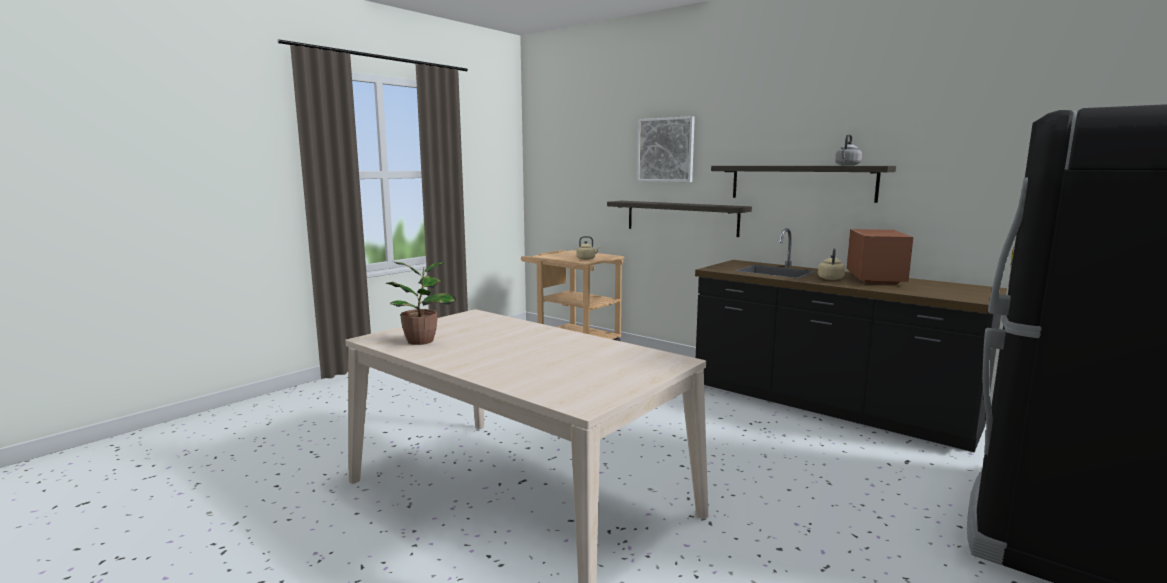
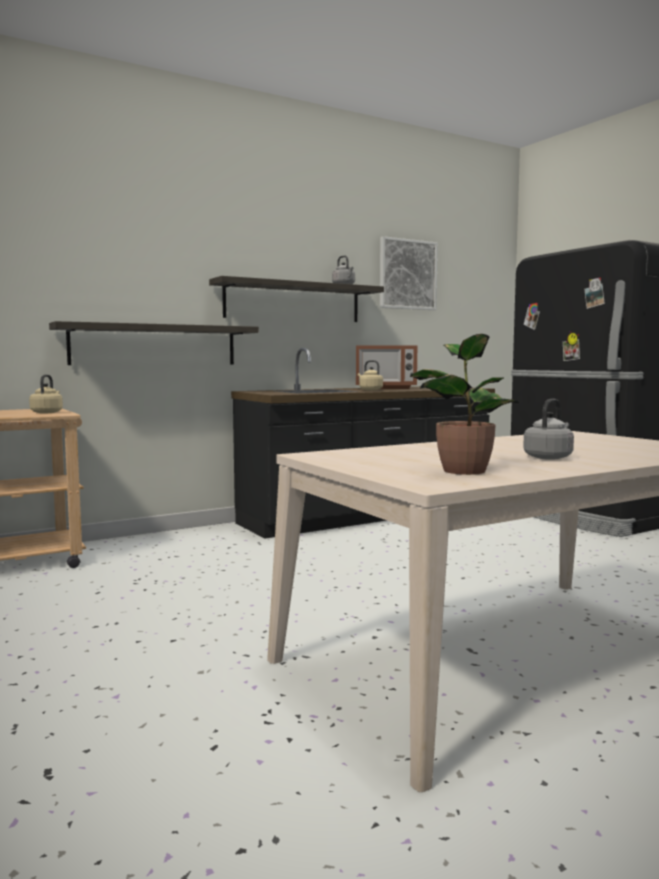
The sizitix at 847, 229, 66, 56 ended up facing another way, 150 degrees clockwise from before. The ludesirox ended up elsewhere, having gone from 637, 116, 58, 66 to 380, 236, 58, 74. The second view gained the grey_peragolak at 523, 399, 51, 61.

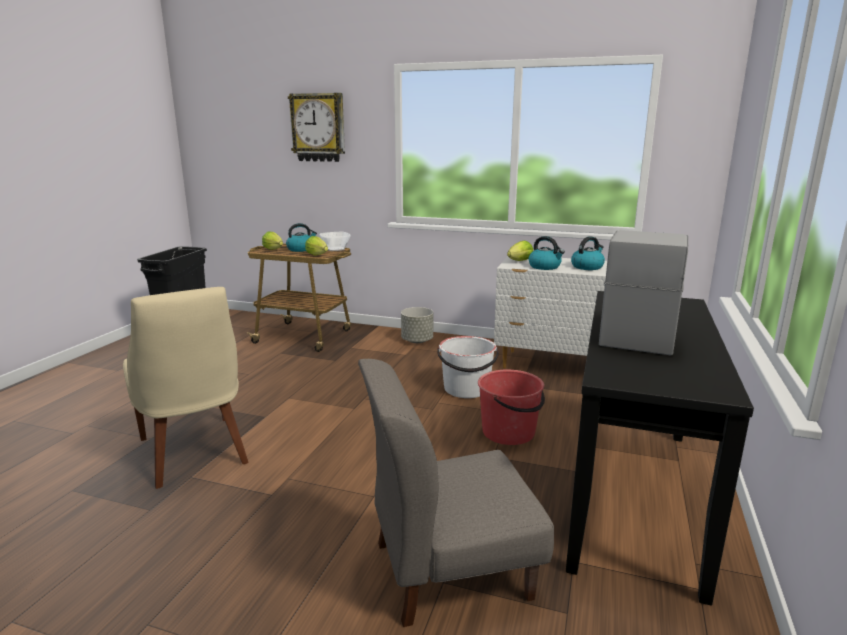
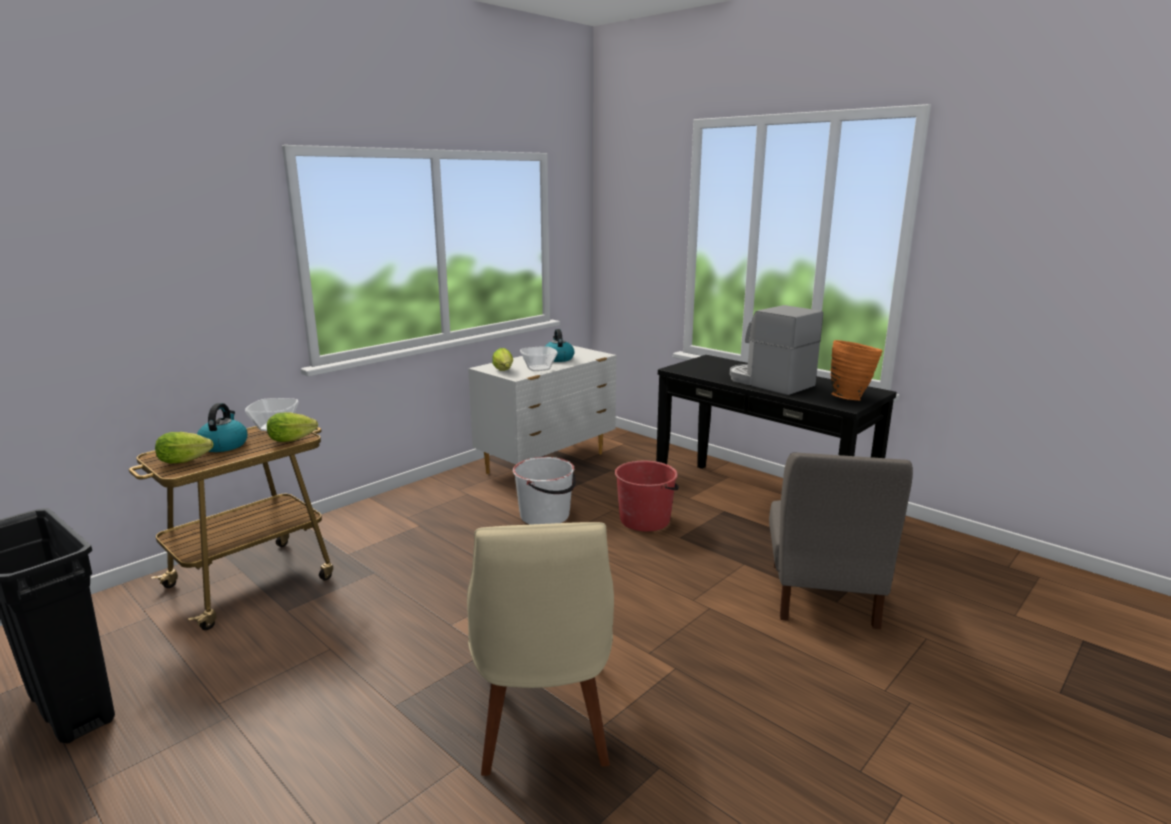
The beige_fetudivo at 123, 287, 126, 202 ended up facing another way, 90 degrees clockwise from before. Where the peragolak stood at 528, 236, 37, 34, the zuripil came to stand at 520, 346, 38, 25. The second view gained the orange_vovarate at 830, 340, 53, 60. The second view lost the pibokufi at 288, 93, 57, 69. The second view lost the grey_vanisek at 401, 307, 32, 36.

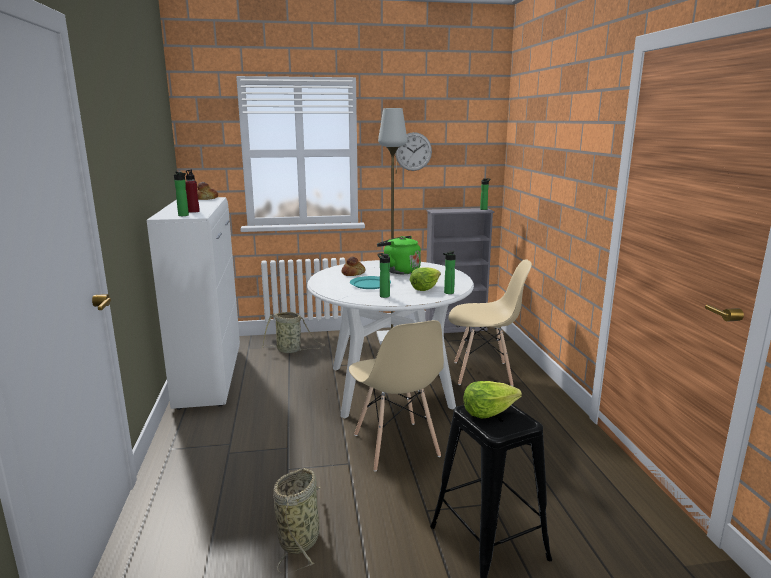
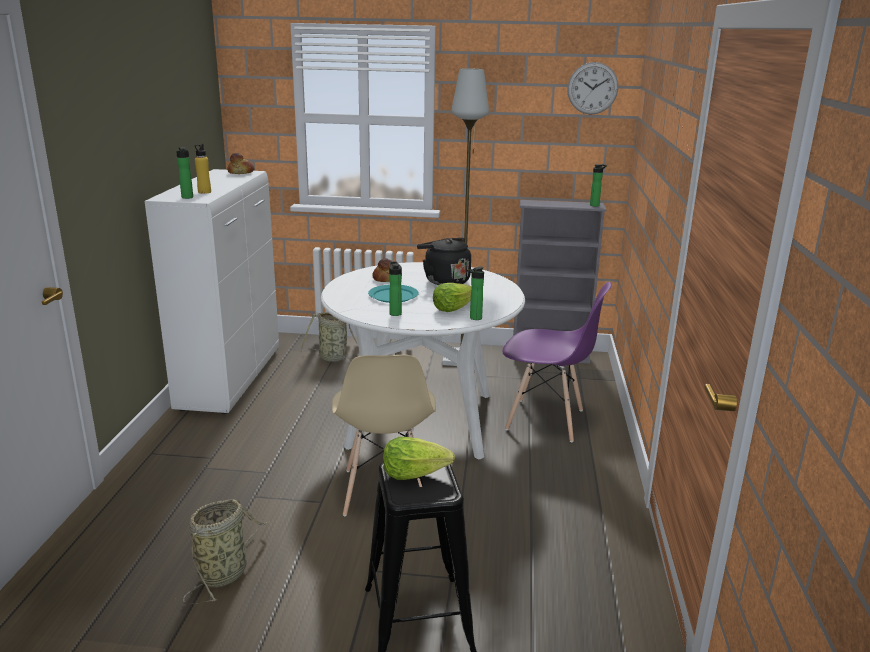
What was the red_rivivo at 185, 169, 15, 44 turned into the yellow_rivivo at 195, 144, 16, 50. What was the green_peragolak at 377, 236, 44, 38 turned into the black_peragolak at 417, 238, 54, 47. What was the beige_fetudivo at 448, 259, 84, 127 turned into the purple_fetudivo at 502, 282, 109, 160. The pibokufi ended up elsewhere, having gone from 395, 132, 37, 39 to 567, 62, 51, 53.

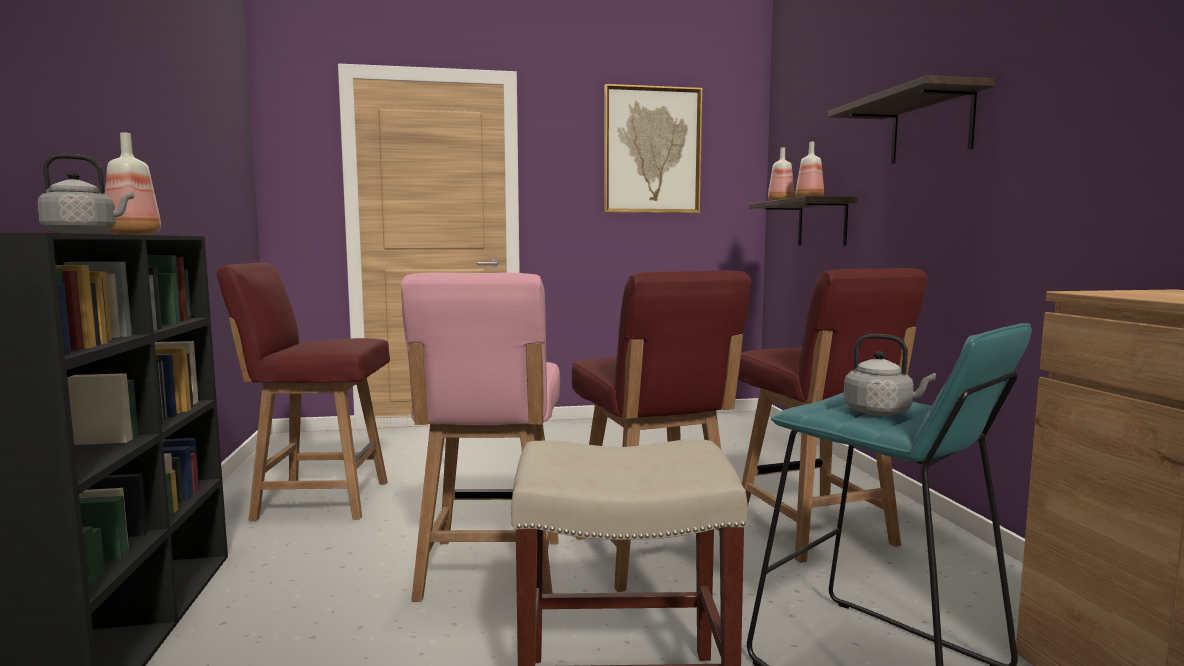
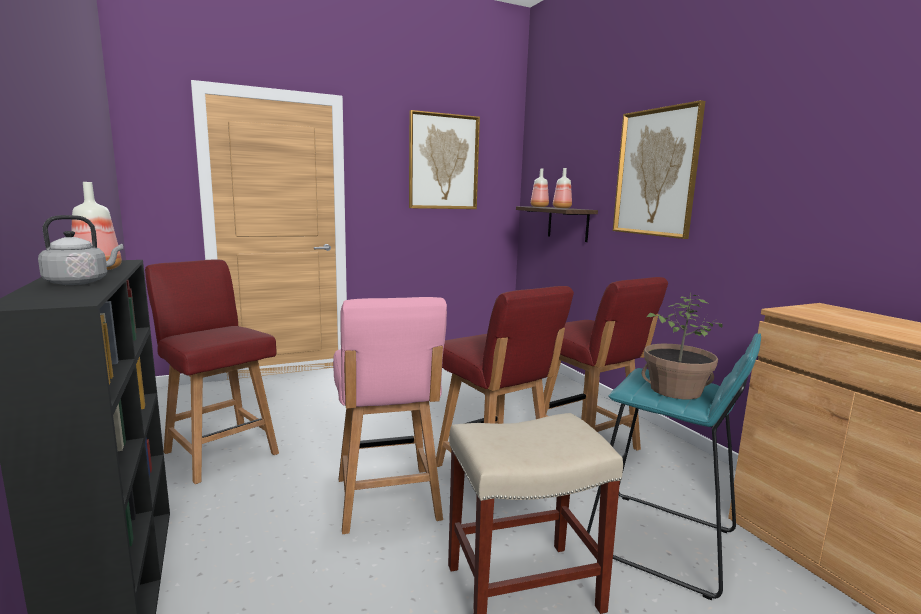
The red_fetudivo at 217, 263, 173, 258 ended up facing another way, 60 degrees clockwise from before. Where the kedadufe hung at 828, 75, 167, 89, the ludesirox came to hang at 613, 100, 92, 139. Where the grey_peragolak stood at 843, 334, 93, 82, the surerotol came to stand at 642, 293, 80, 106.

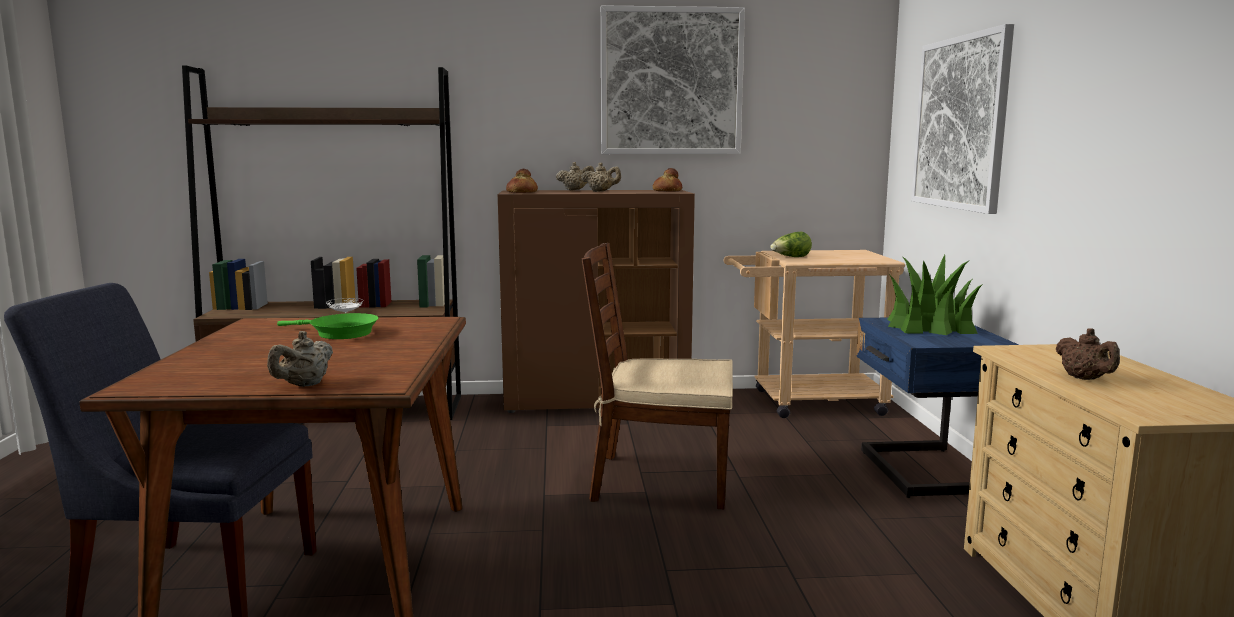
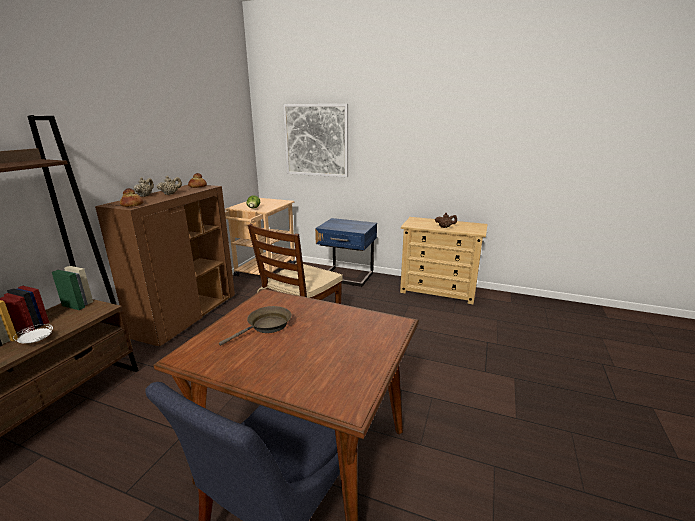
What was the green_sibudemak at 277, 313, 102, 26 turned into the brown_sibudemak at 219, 306, 73, 40. The second view lost the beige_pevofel at 267, 331, 66, 56. The second view lost the ludesirox at 601, 5, 144, 149. The second view lost the surerotol at 887, 255, 96, 80.

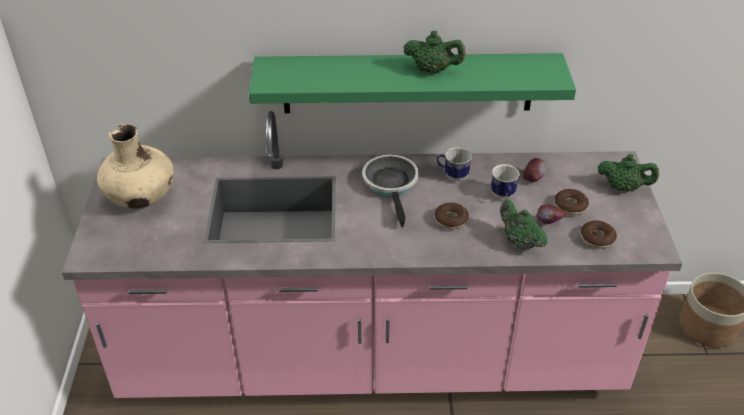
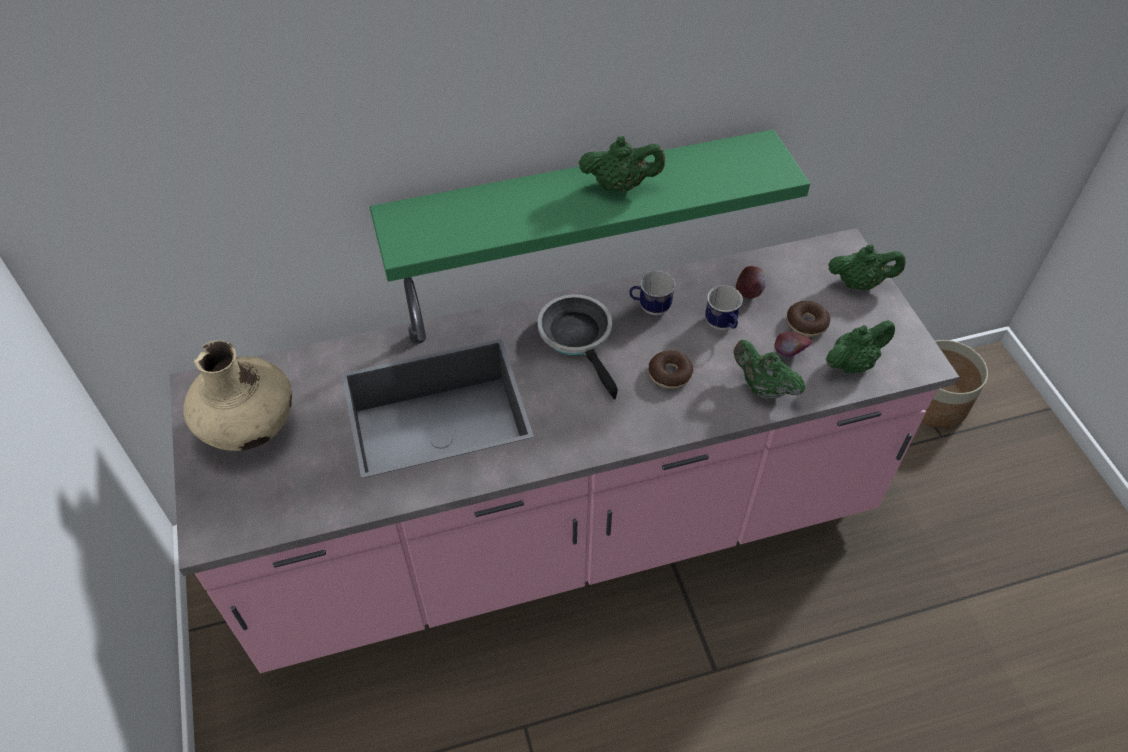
Where the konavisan stood at 580, 220, 37, 28, the green_pevofel came to stand at 826, 320, 69, 53.

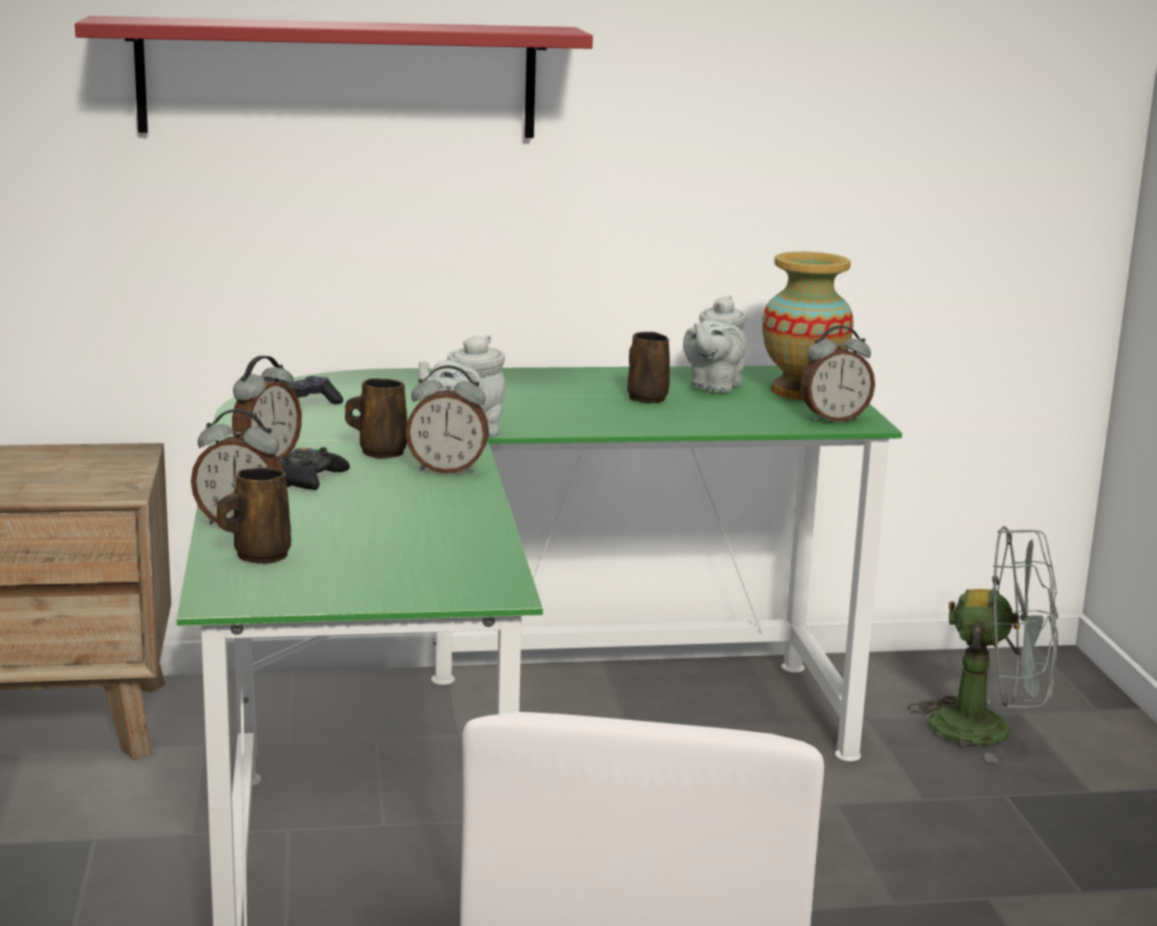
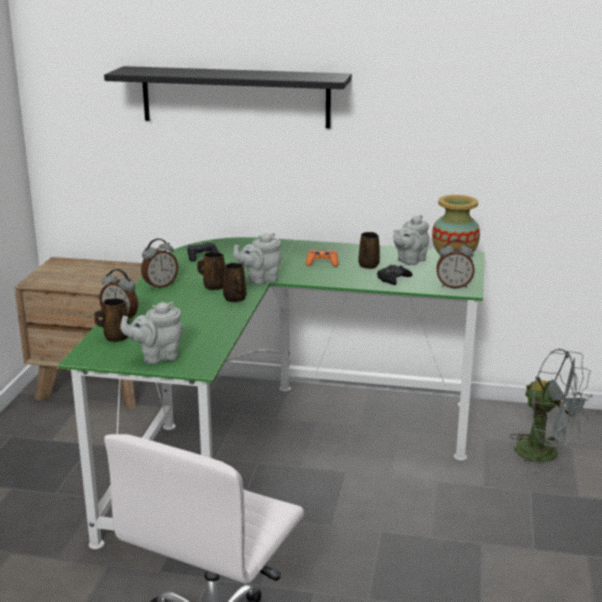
What was the red_kedadufe at 75, 16, 518, 122 turned into the black_kedadufe at 104, 66, 248, 62. The second view gained the grey_pevofel at 120, 302, 63, 62. Where the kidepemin stood at 406, 365, 83, 109, the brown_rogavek came to stand at 223, 263, 23, 39. The second view gained the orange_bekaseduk at 306, 250, 32, 17. The black_bekaseduk ended up elsewhere, having gone from 279, 447, 71, 43 to 377, 265, 35, 20.

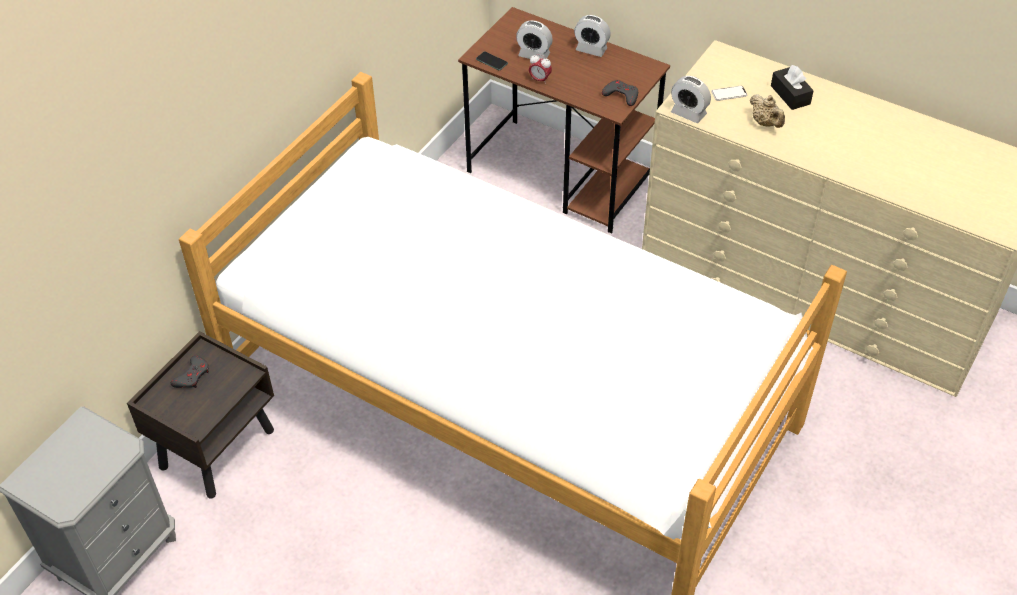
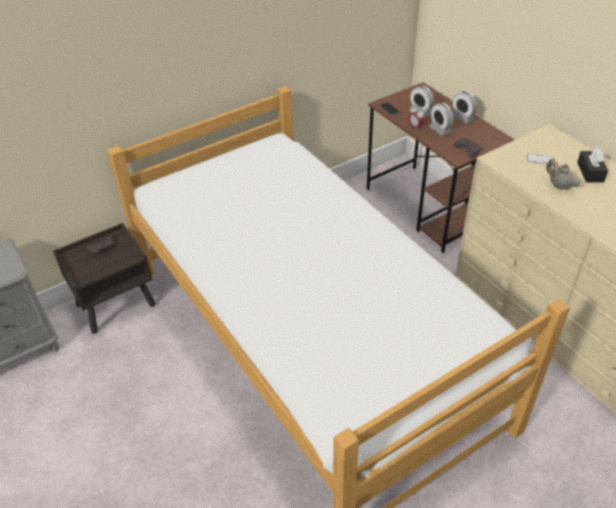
The kidepemin ended up elsewhere, having gone from 671, 76, 40, 47 to 429, 103, 25, 33. The beige_pevofel at 750, 94, 35, 34 ended up facing another way, 150 degrees clockwise from before.

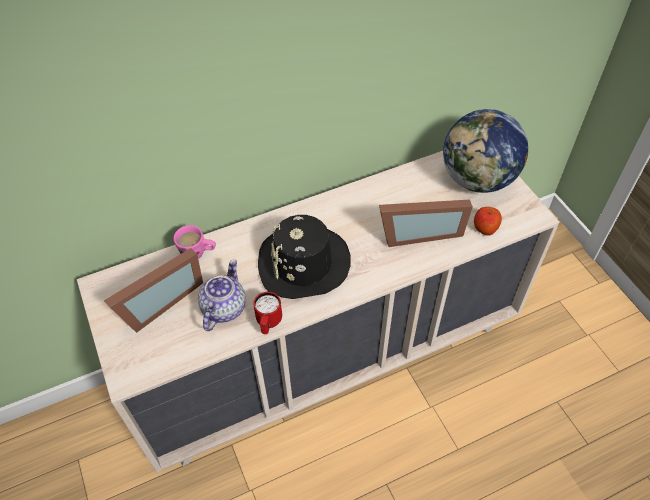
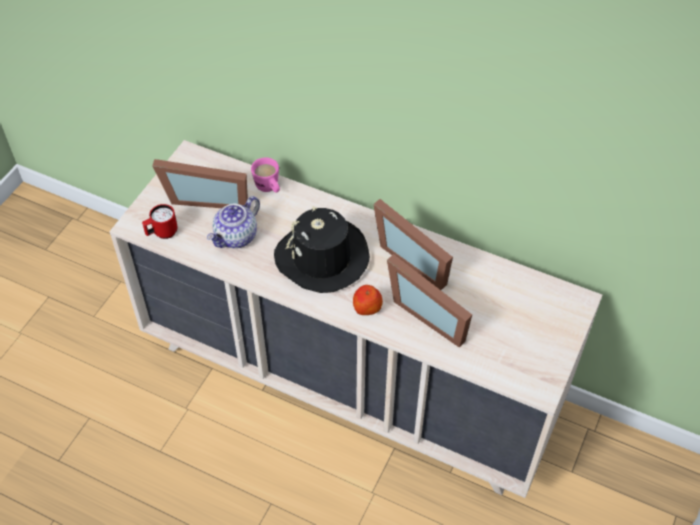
The red_rogavek ended up elsewhere, having gone from 253, 292, 29, 42 to 142, 204, 36, 35. The pevofel at 198, 259, 48, 72 ended up facing another way, 150 degrees clockwise from before. The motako ended up elsewhere, having gone from 474, 207, 28, 29 to 353, 285, 30, 30. The second view gained the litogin at 373, 199, 80, 91. The second view lost the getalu at 443, 109, 85, 84.

